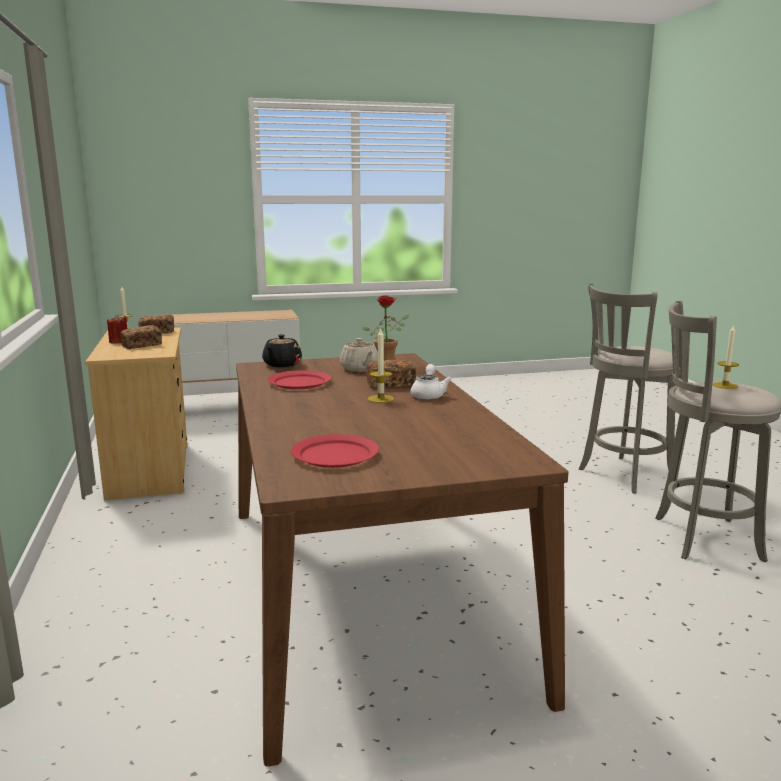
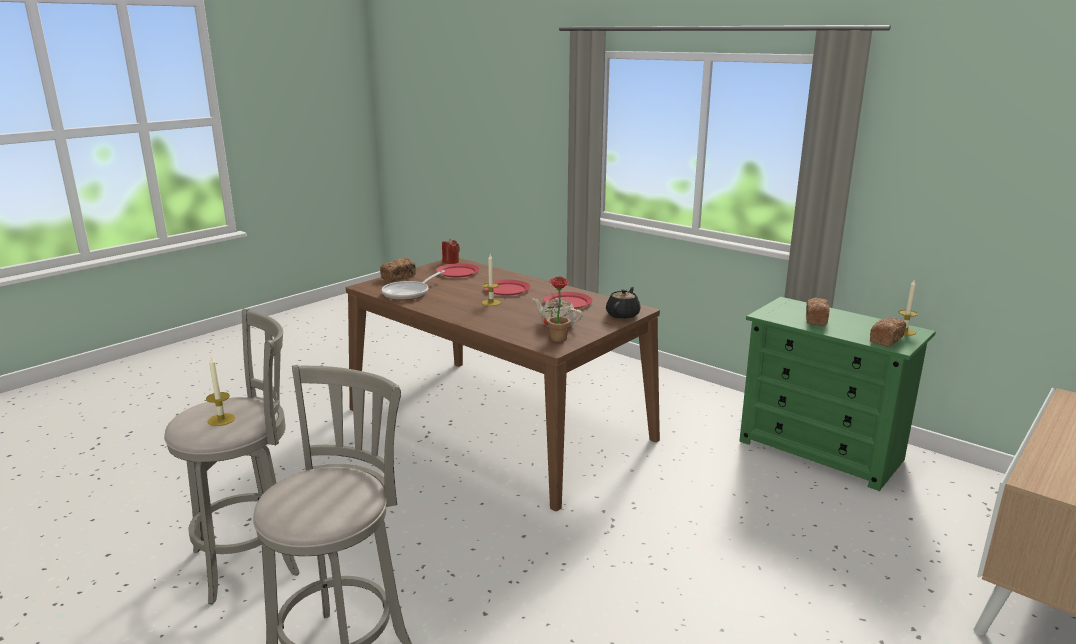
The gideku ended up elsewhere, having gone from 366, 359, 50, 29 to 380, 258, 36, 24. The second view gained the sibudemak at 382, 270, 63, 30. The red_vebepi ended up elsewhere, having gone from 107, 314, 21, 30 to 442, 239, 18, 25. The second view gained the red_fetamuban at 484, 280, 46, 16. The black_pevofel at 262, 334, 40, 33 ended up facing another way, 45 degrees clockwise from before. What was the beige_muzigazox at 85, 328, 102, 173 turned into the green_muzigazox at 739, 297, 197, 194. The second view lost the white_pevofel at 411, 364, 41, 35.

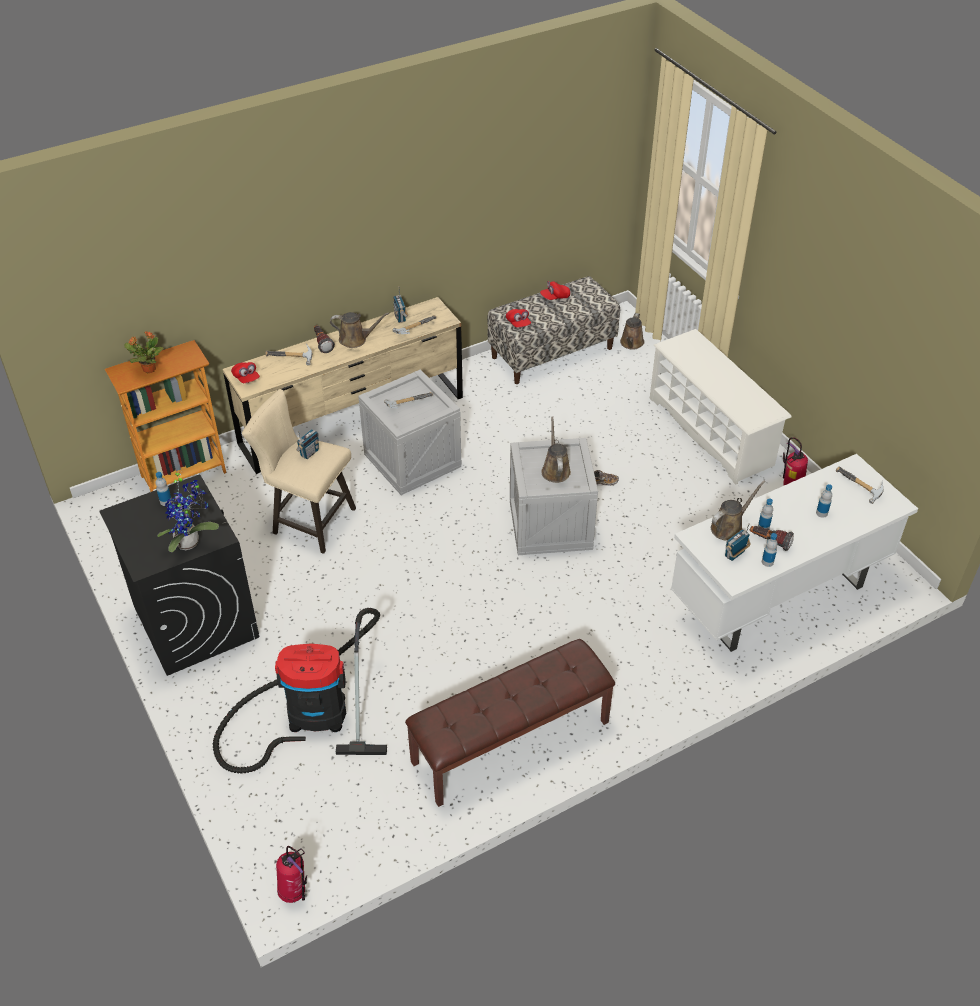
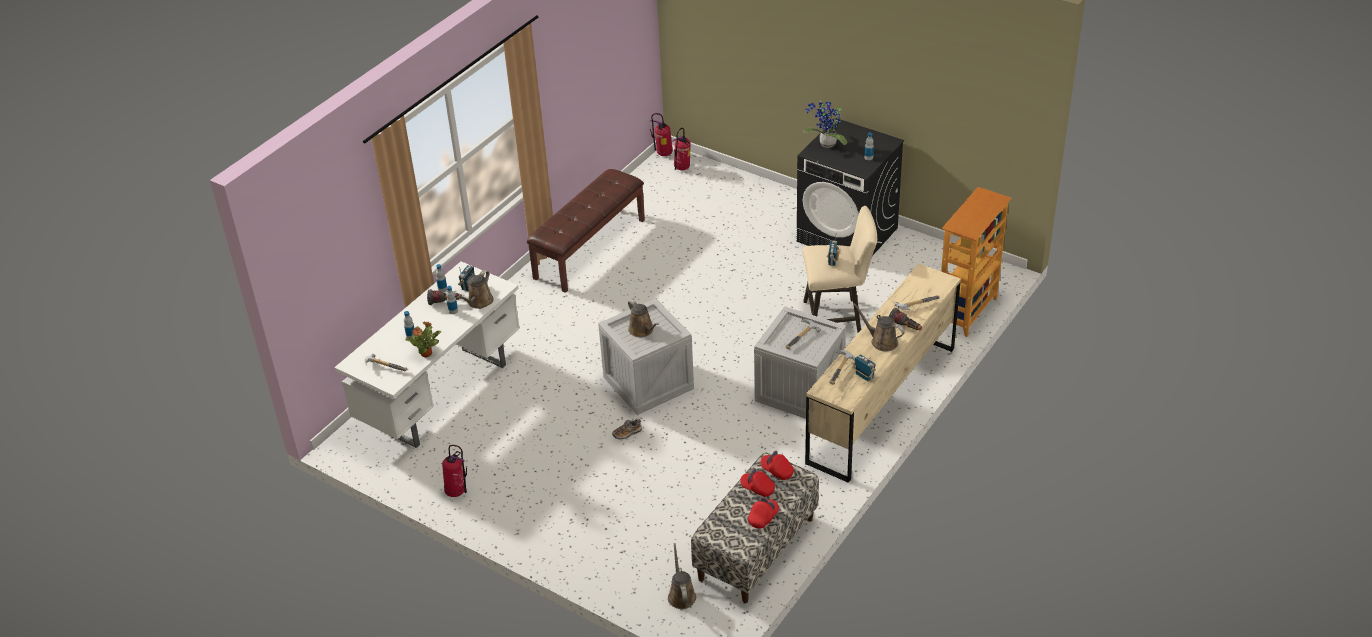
The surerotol ended up elsewhere, having gone from 125, 331, 39, 42 to 406, 322, 35, 35. The second view gained the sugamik at 672, 128, 19, 43. The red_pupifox ended up elsewhere, having gone from 231, 362, 29, 21 to 740, 468, 35, 29. The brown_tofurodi at 330, 312, 59, 36 ended up facing another way, 60 degrees clockwise from before. The second view lost the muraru at 213, 608, 174, 165. The second view lost the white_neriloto at 650, 329, 142, 155.

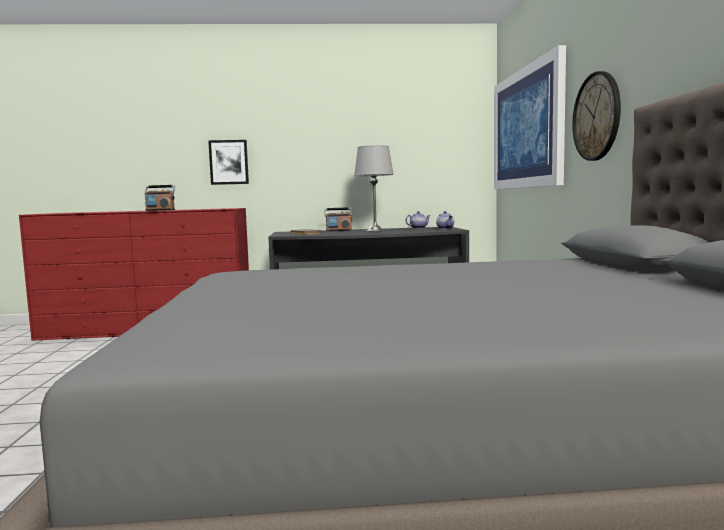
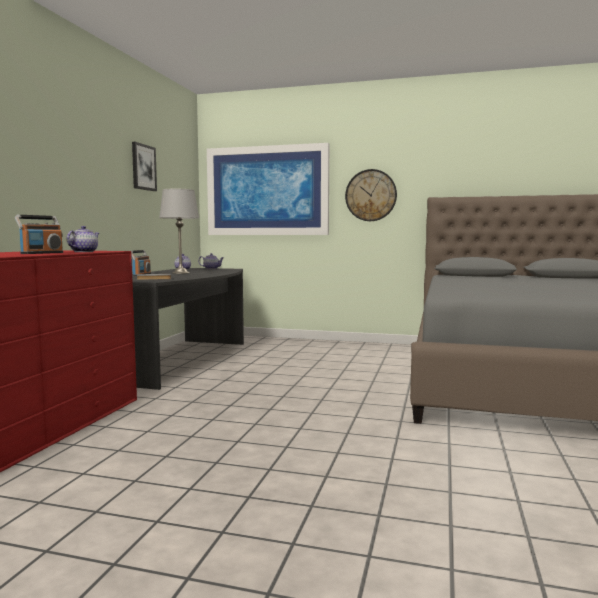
The second view gained the pevofel at 67, 226, 32, 26. The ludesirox ended up elsewhere, having gone from 208, 140, 41, 45 to 132, 142, 25, 49.

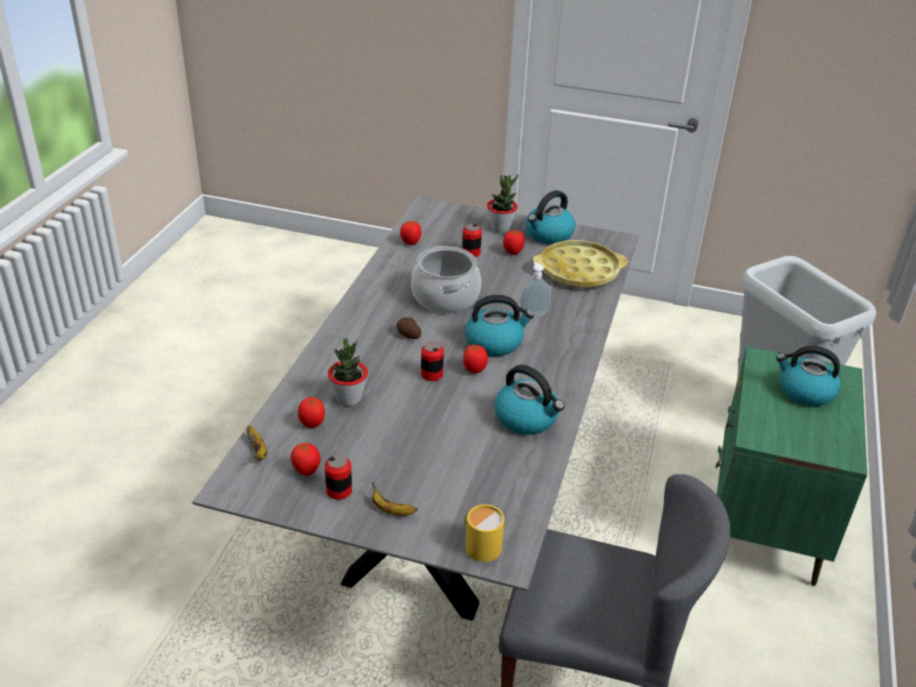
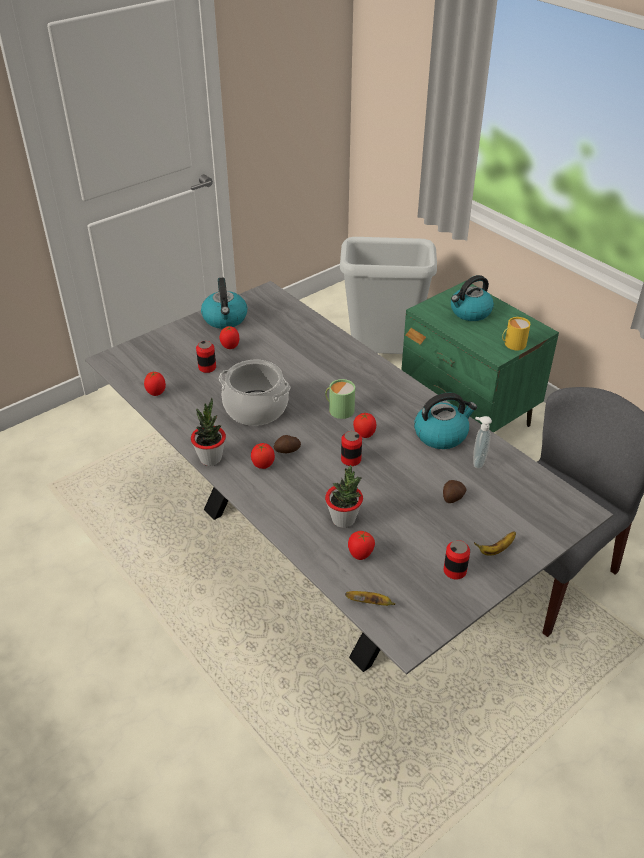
The surerotol ended up elsewhere, having gone from 487, 175, 31, 58 to 191, 398, 35, 68. The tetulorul ended up elsewhere, having gone from 291, 443, 30, 33 to 251, 443, 24, 26. Where the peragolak stood at 465, 295, 69, 61, the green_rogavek came to stand at 325, 379, 30, 40. The second view gained the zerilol at 443, 480, 23, 23. The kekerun ended up elsewhere, having gone from 520, 262, 31, 55 to 473, 416, 19, 53. The yellow_rogavek ended up elsewhere, having gone from 464, 504, 41, 58 to 502, 317, 28, 33. The second view lost the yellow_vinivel at 533, 240, 95, 48.

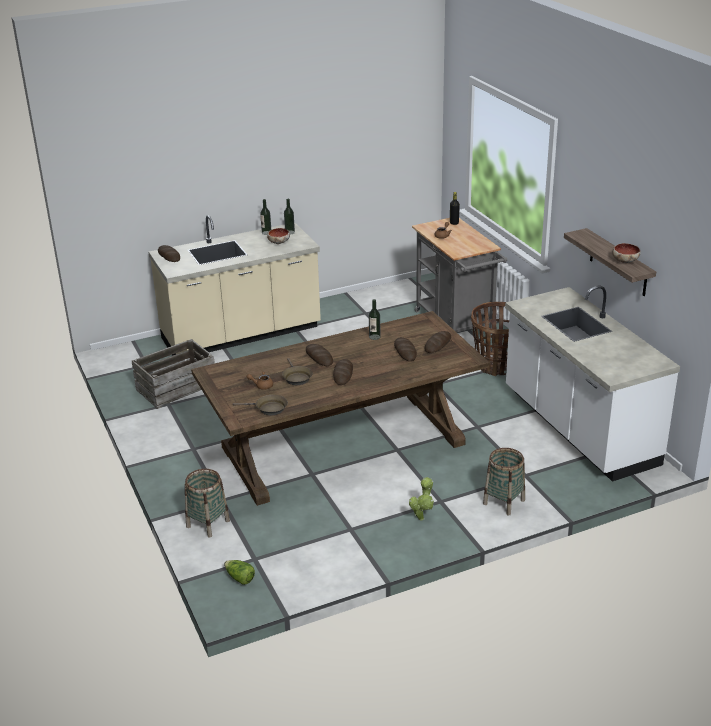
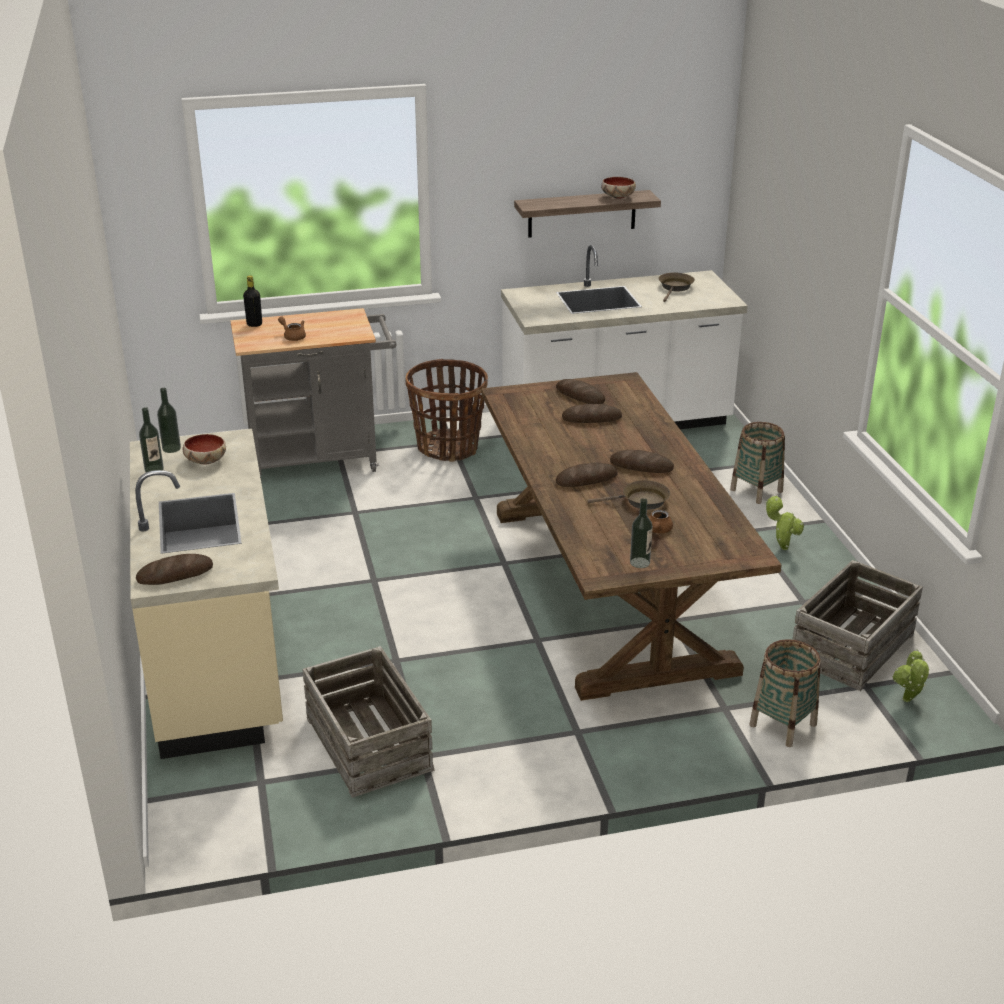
The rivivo ended up elsewhere, having gone from 369, 299, 12, 41 to 630, 498, 23, 70. The brown_sibudemak ended up elsewhere, having gone from 233, 395, 55, 20 to 658, 273, 37, 29. The second view gained the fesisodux at 793, 560, 130, 131. Where the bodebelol stood at 224, 560, 31, 25, the surerotol came to stand at 893, 649, 37, 53.

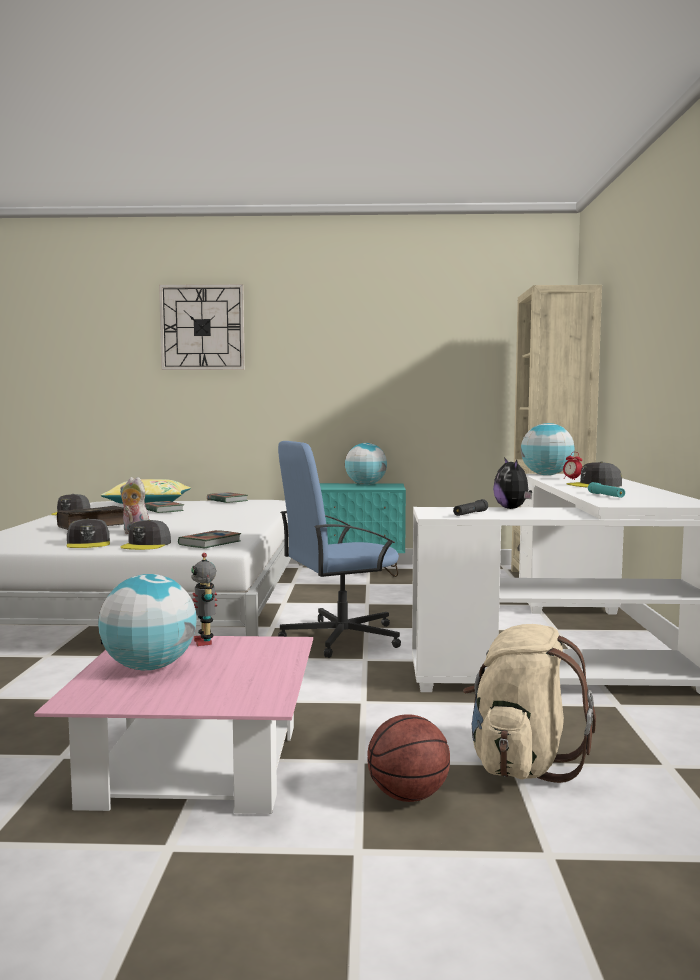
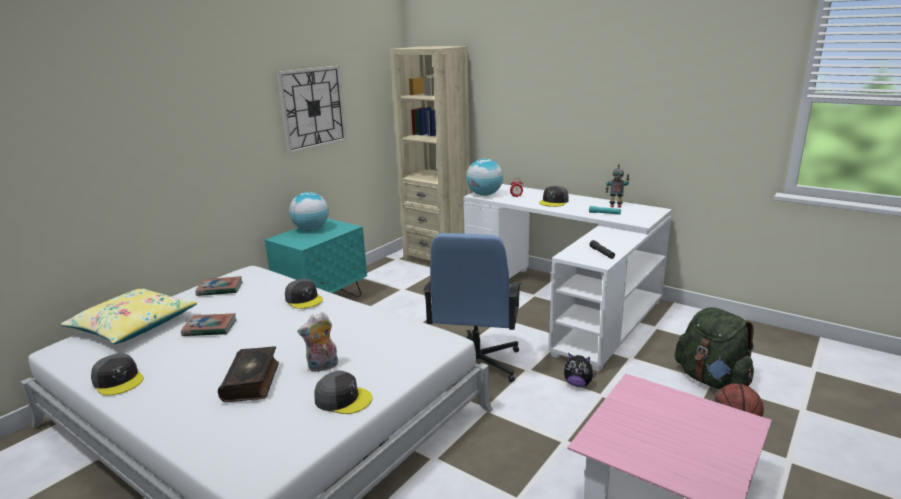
The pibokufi ended up elsewhere, having gone from 159, 284, 86, 86 to 277, 66, 70, 88. The grey_pupifox ended up elsewhere, having gone from 120, 520, 51, 30 to 285, 279, 38, 30. The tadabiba ended up elsewhere, having gone from 493, 457, 39, 52 to 564, 353, 32, 34. The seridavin ended up elsewhere, having gone from 191, 553, 26, 93 to 605, 164, 25, 44. What was the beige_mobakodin at 463, 624, 133, 159 turned into the green_mobakodin at 675, 307, 79, 82. The second view lost the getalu at 98, 574, 99, 96. The second view lost the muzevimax at 178, 530, 63, 18.

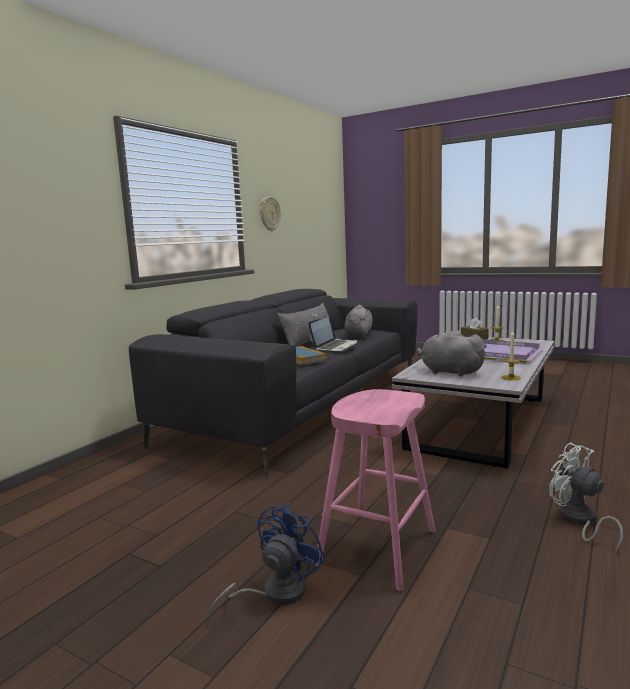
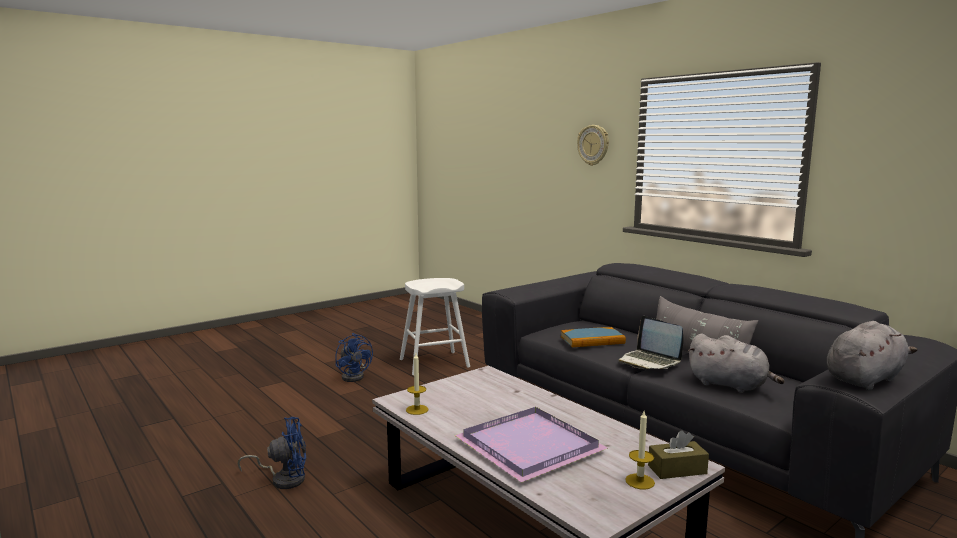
What was the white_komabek at 549, 442, 74, 111 turned into the blue_komabek at 237, 417, 69, 72. The second view gained the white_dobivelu at 400, 278, 70, 97. The pibokufi ended up elsewhere, having gone from 260, 196, 21, 35 to 577, 125, 32, 41. The grey_tadabiba ended up elsewhere, having gone from 416, 330, 71, 46 to 827, 321, 90, 69. The second view lost the pink_dobivelu at 315, 389, 120, 202.

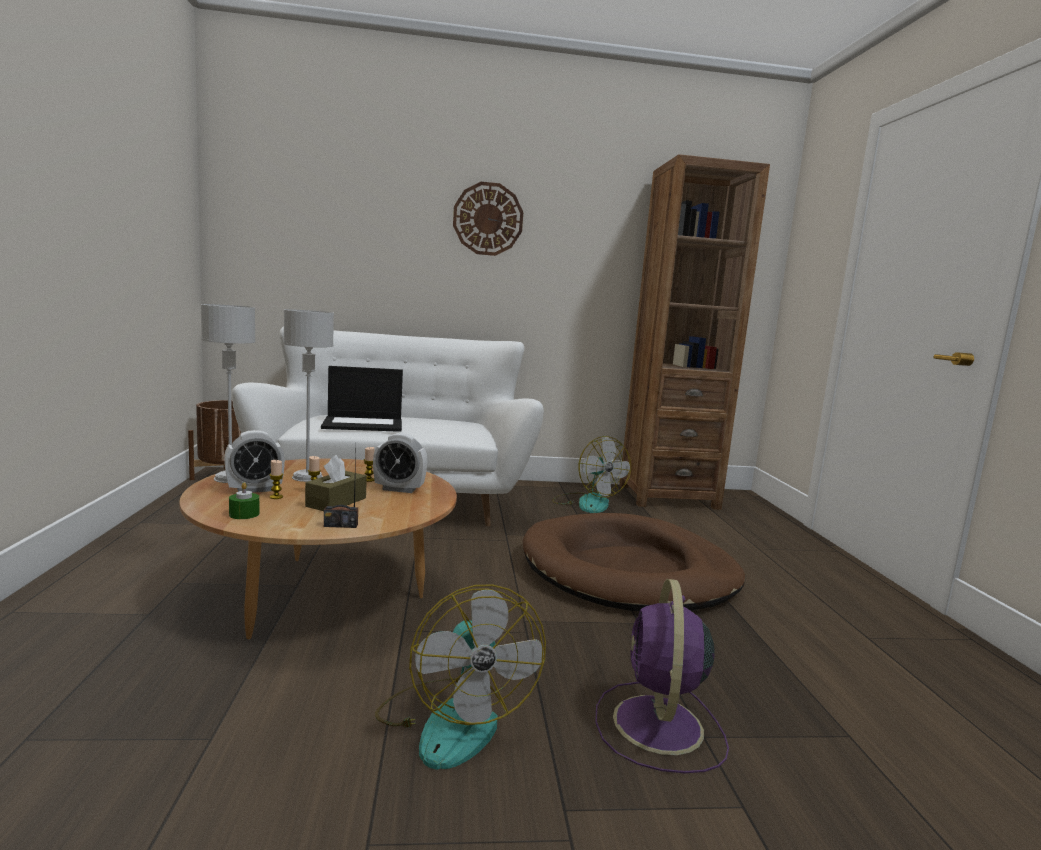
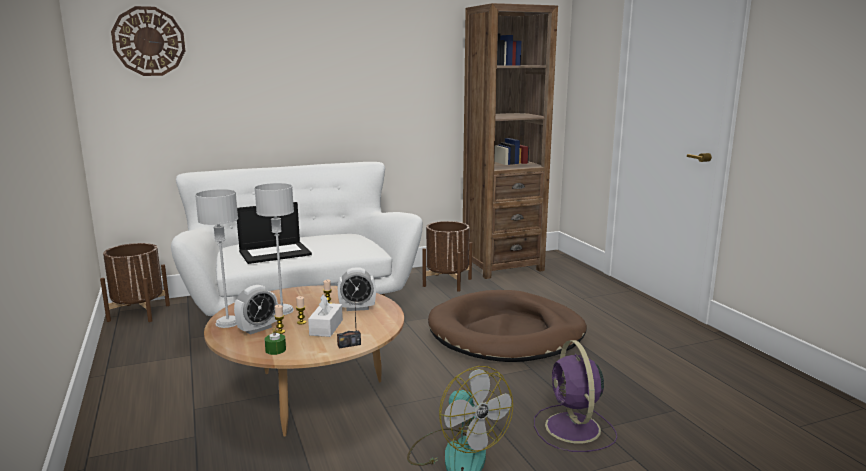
The pibokufi ended up elsewhere, having gone from 453, 182, 70, 74 to 111, 6, 74, 70. What was the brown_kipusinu at 305, 455, 62, 56 turned into the white_kipusinu at 308, 295, 35, 42. Where the komabek stood at 552, 436, 79, 77, the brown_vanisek came to stand at 422, 221, 50, 71.

